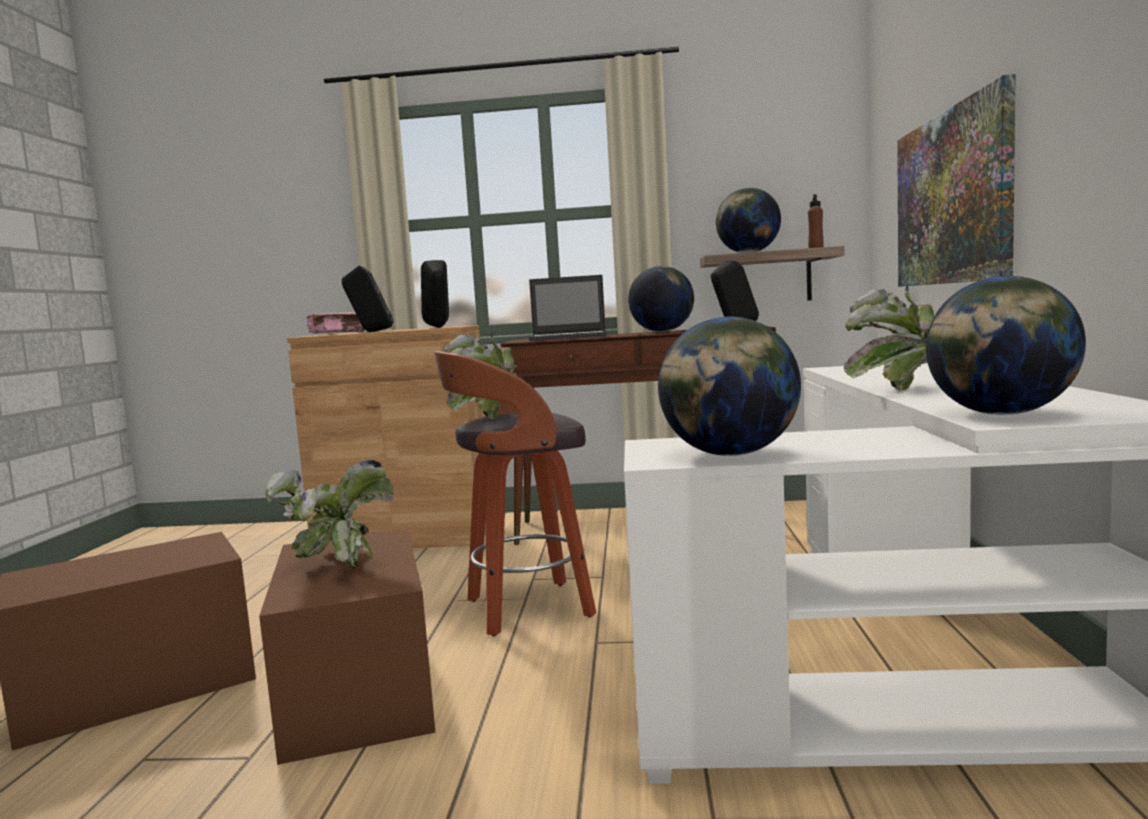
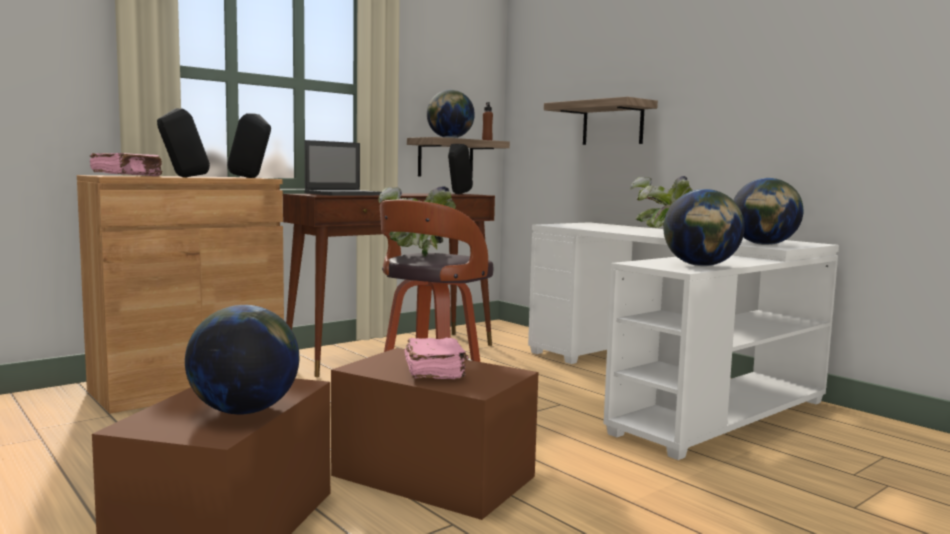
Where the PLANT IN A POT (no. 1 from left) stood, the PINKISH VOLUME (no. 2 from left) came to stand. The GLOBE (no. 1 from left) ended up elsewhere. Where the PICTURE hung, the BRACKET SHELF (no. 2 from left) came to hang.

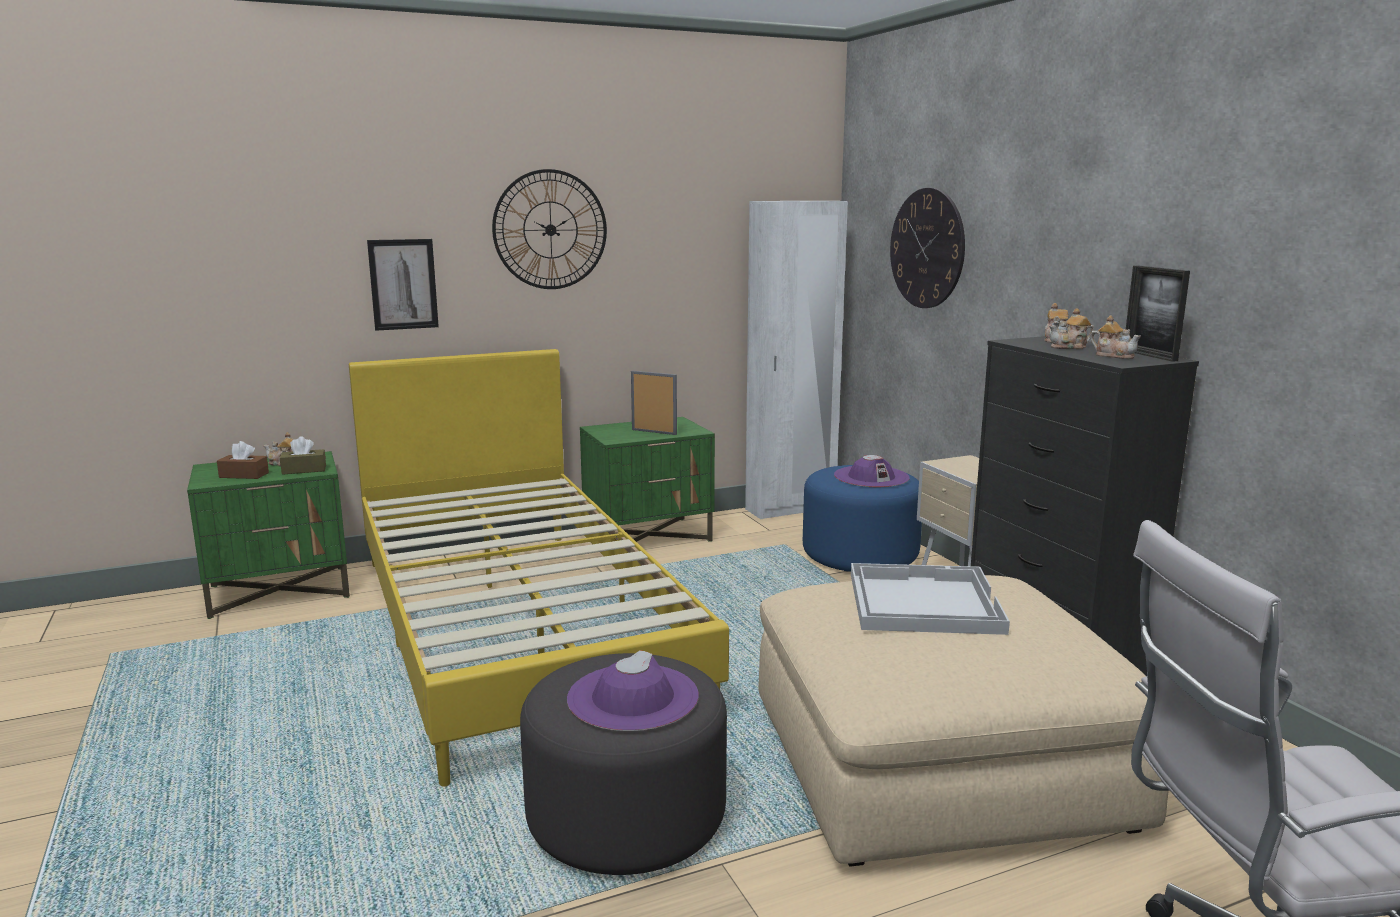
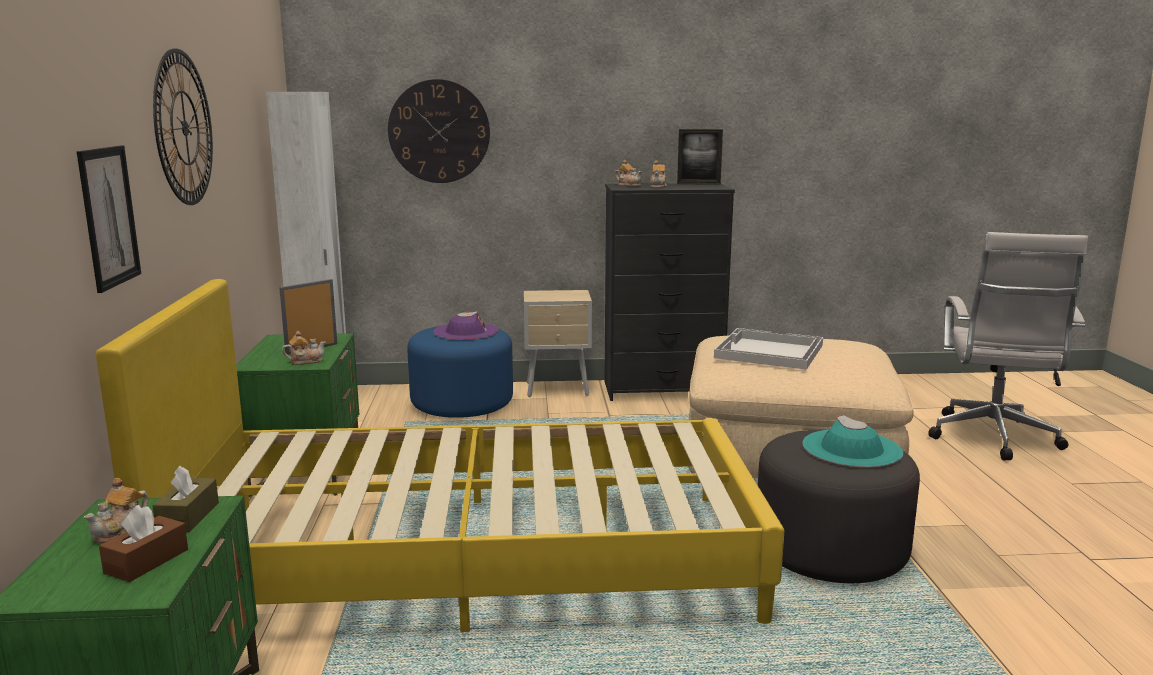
What was the PURPLE HAT (no. 1 from left) turned into the BLUE-GREEN HAT. The POT FOR TEA (no. 4 from left in the first image) ended up elsewhere.

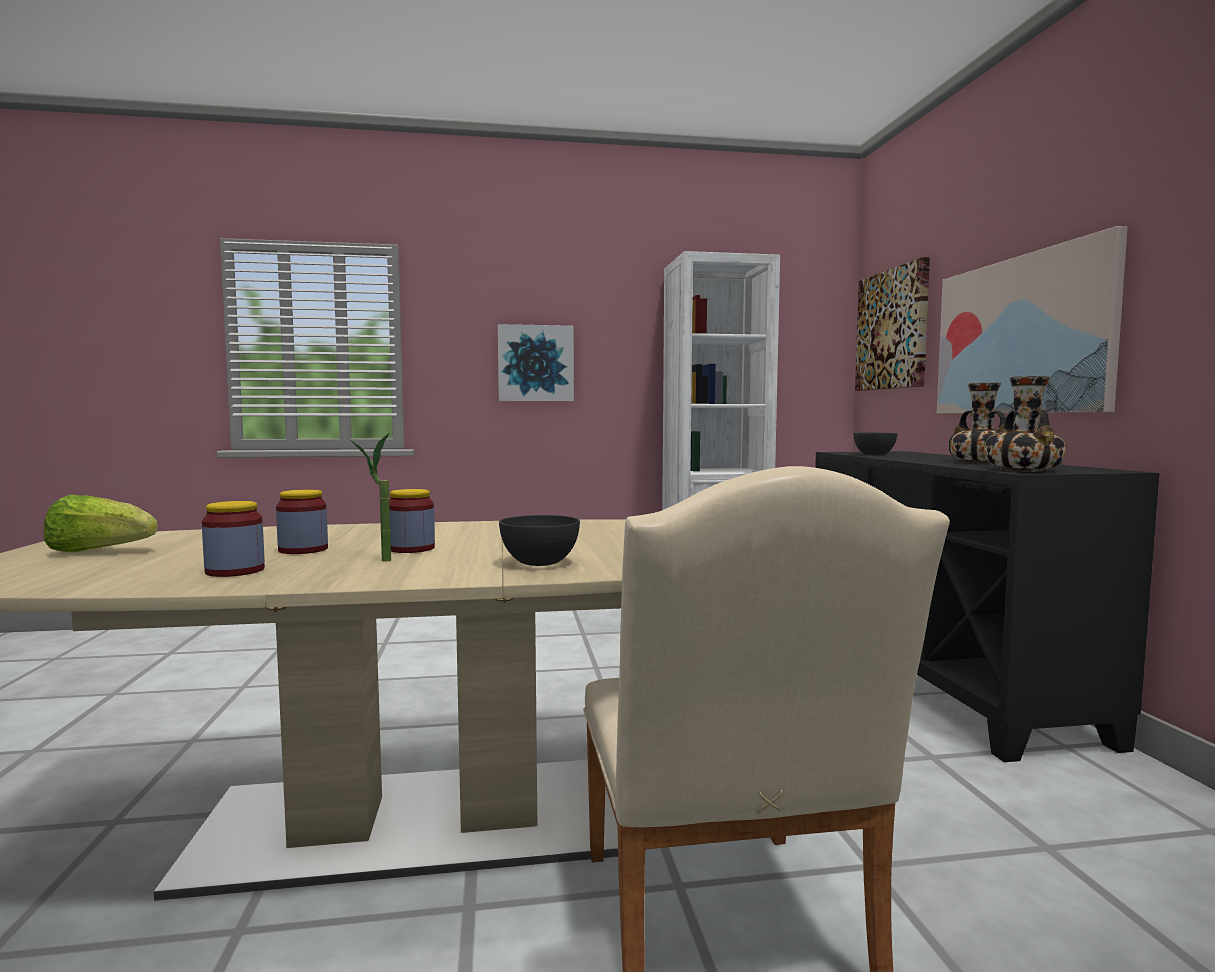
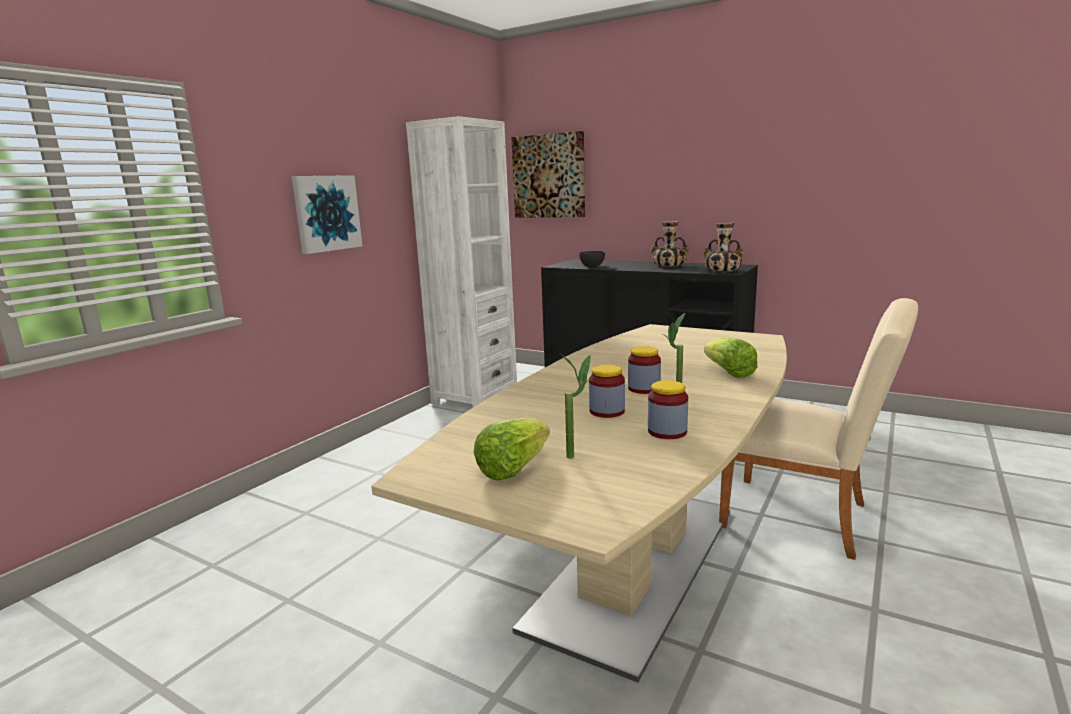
Where the GREYISH DEEP DISH (no. 1 from left) stood, the LETTUCE (no. 2 from left) came to stand. The second view lost the PICTURE (no. 3 from left). The second view gained the PLANT IN A POT (no. 1 from left).

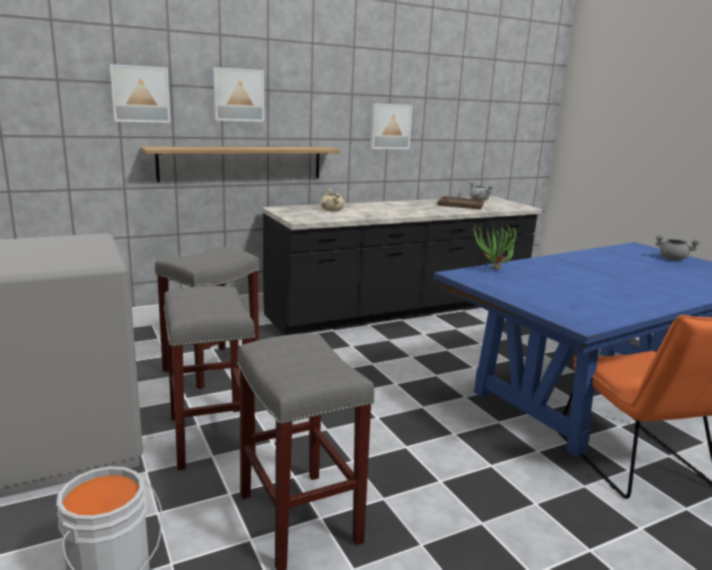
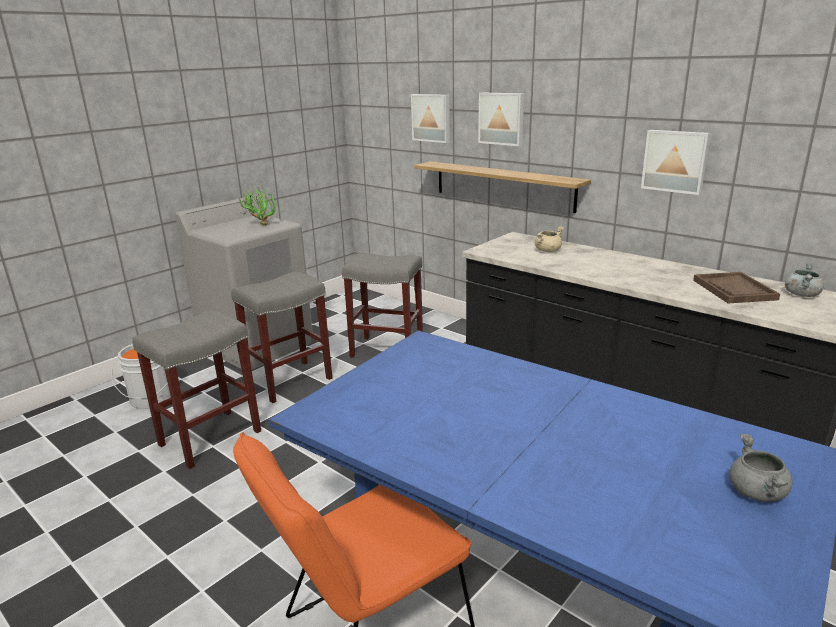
The PLANT IN A POT ended up elsewhere.

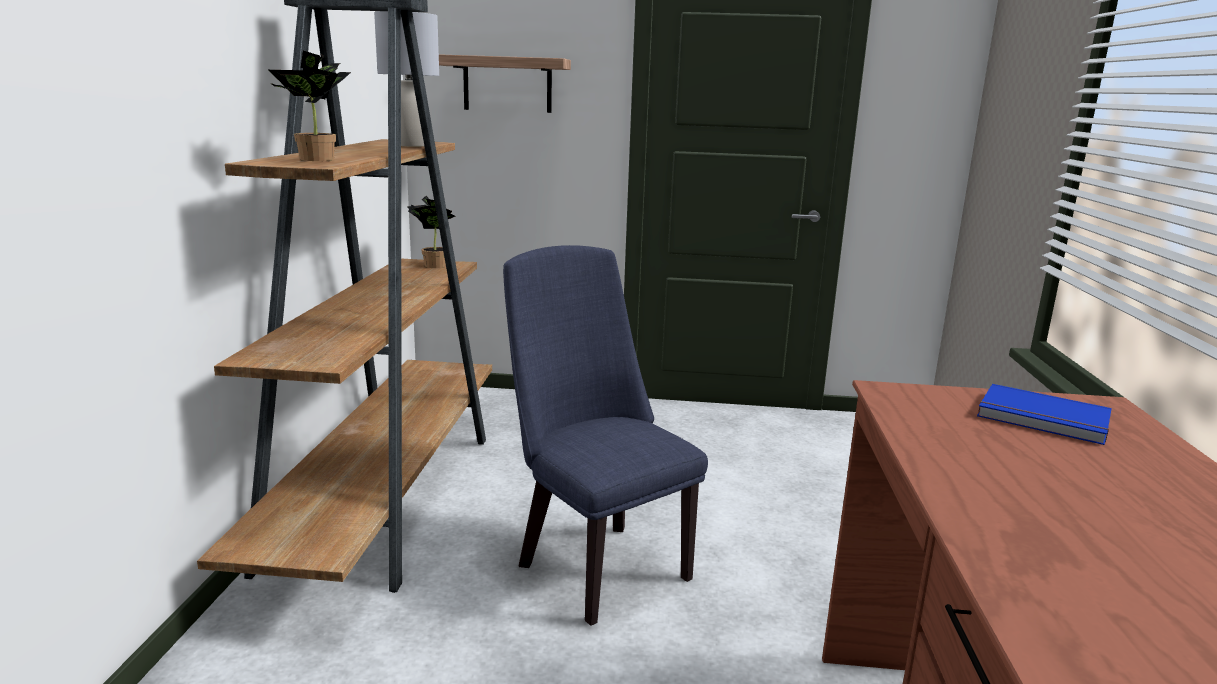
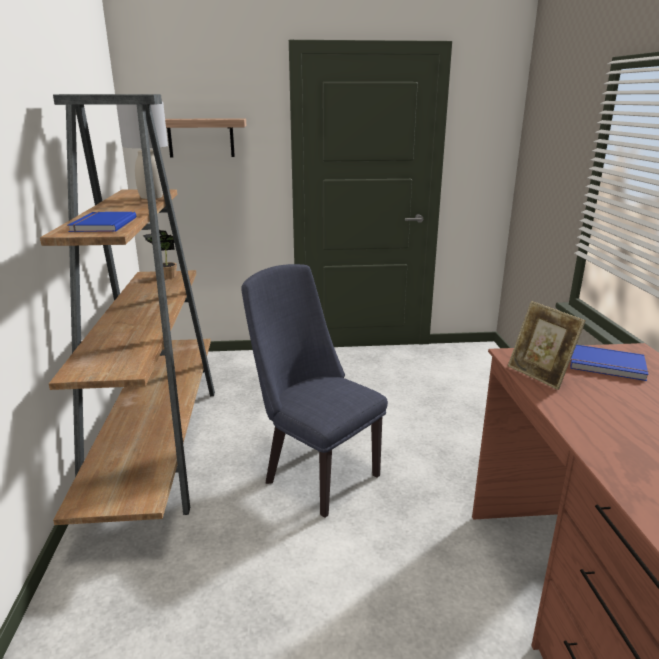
Where the PLANT IN A POT (no. 1 from left) stood, the BLUE-COLOURED VOLUME (no. 1 from left) came to stand. The second view gained the PICTURE FRAME.

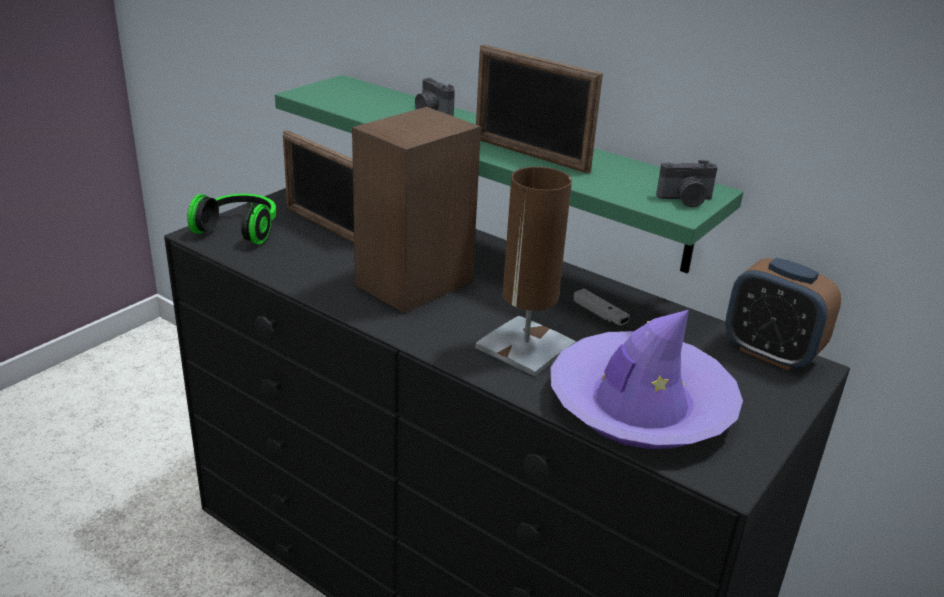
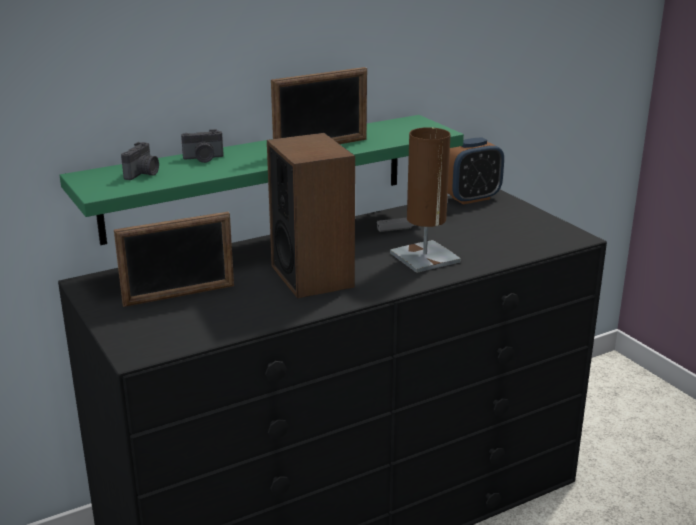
The second view lost the HEADSET. The second view lost the PURPLE HAT. The STILL CAMERA (no. 2 from left in the first image) ended up elsewhere.

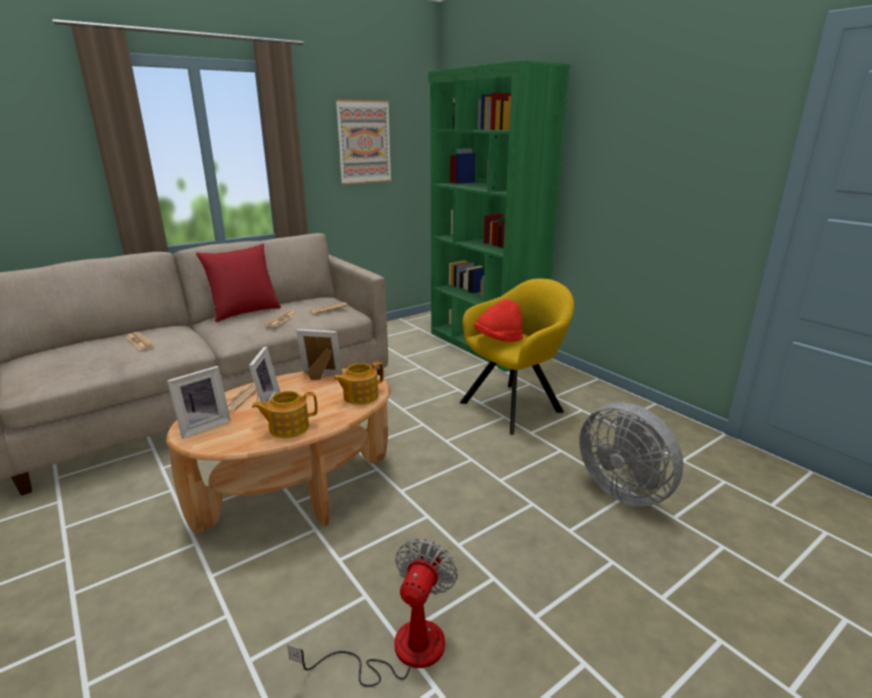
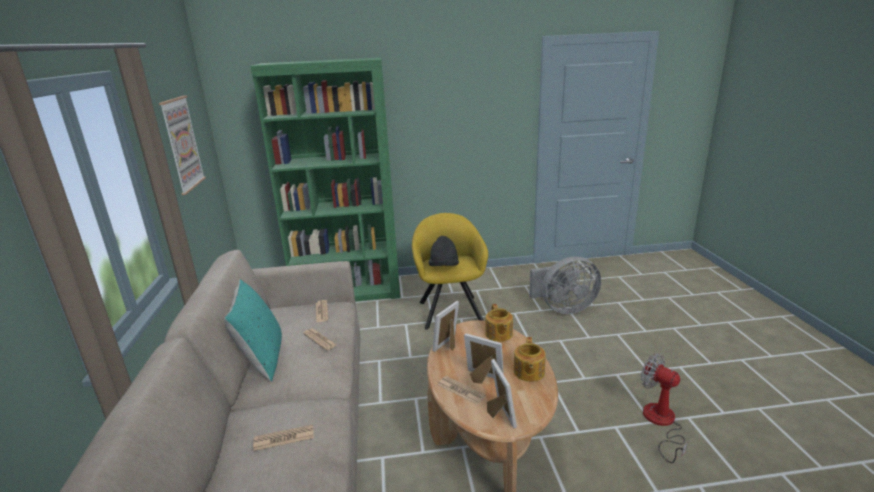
What was the RED THROW PILLOW turned into the BLUE-GREEN THROW PILLOW. What was the RED HAT turned into the BLACK HAT.

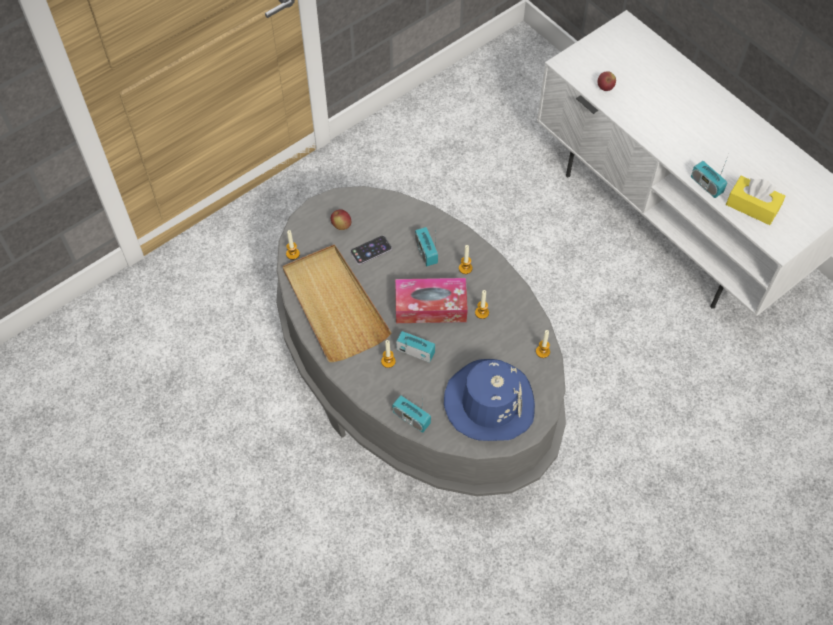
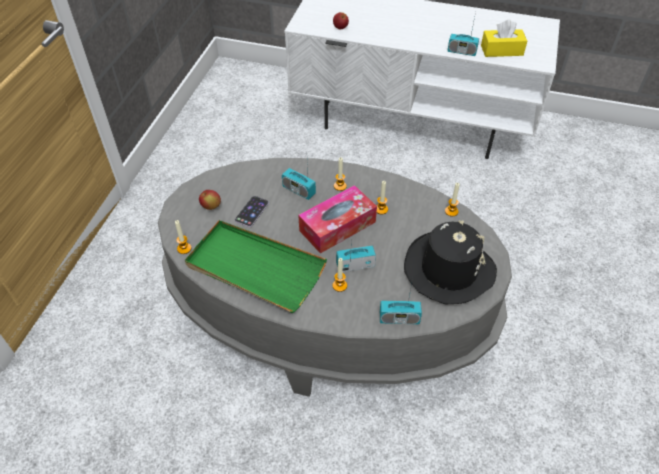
What was the BEIGE-COLOURED TRAY turned into the GREEN TRAY. What was the BLUE-COLOURED HAT turned into the BLACK HAT.

